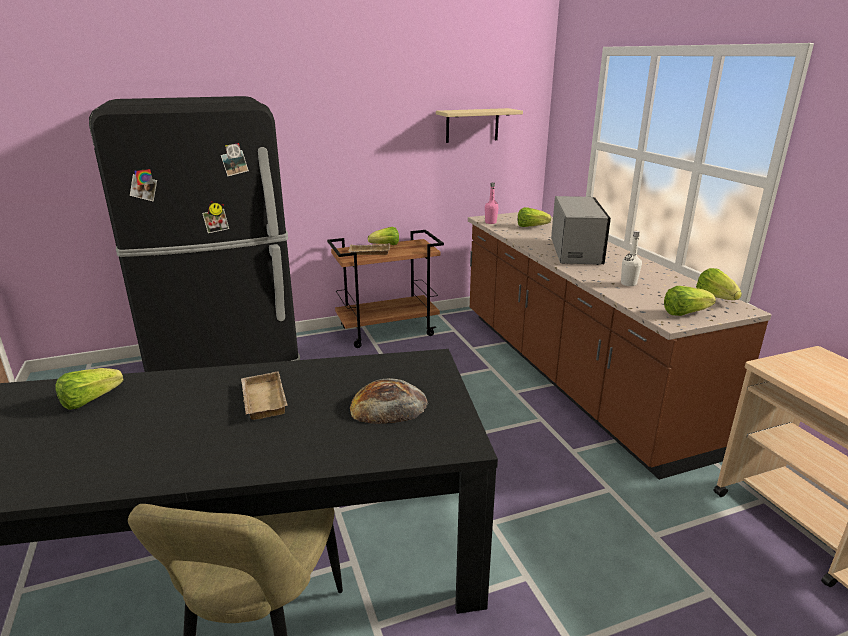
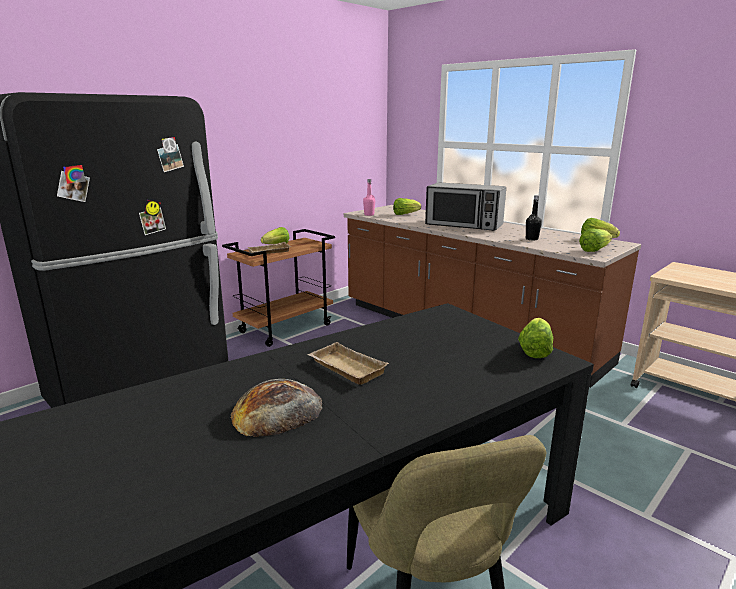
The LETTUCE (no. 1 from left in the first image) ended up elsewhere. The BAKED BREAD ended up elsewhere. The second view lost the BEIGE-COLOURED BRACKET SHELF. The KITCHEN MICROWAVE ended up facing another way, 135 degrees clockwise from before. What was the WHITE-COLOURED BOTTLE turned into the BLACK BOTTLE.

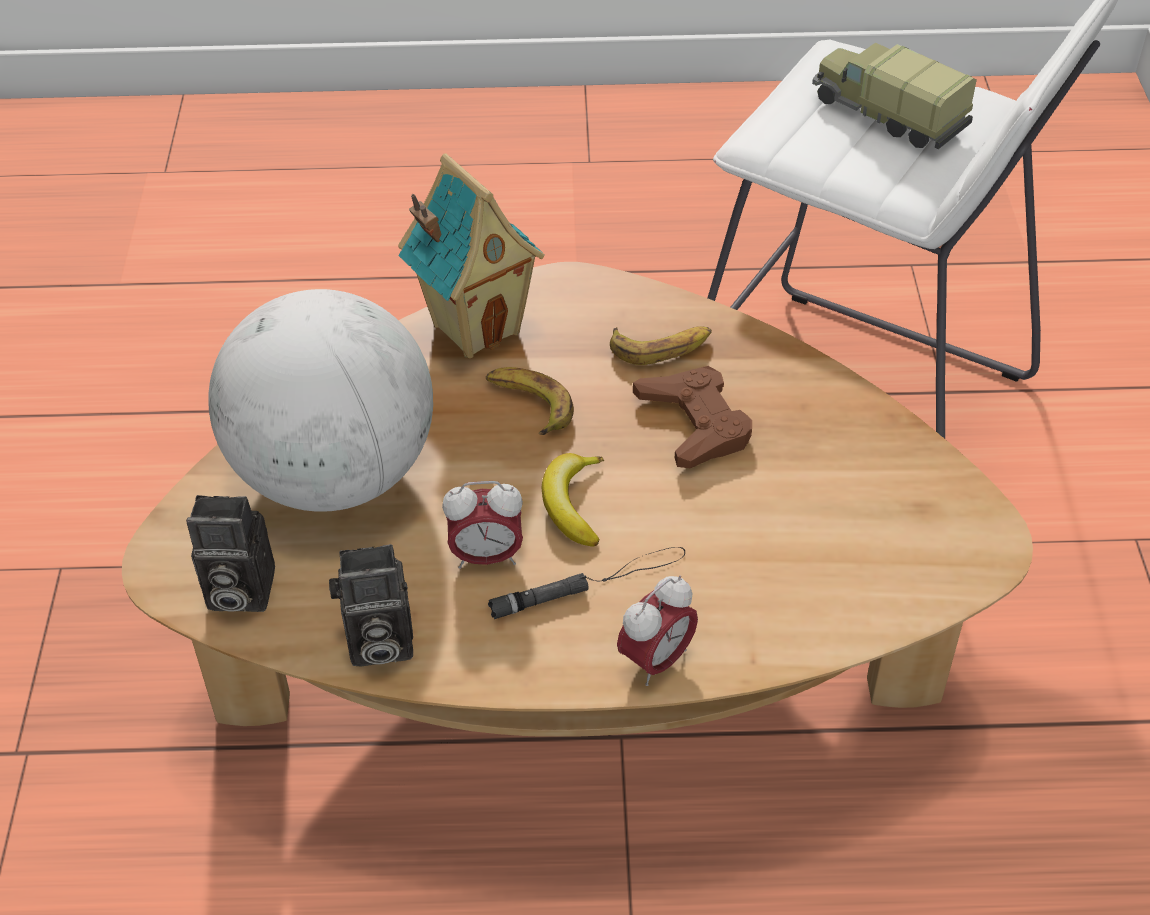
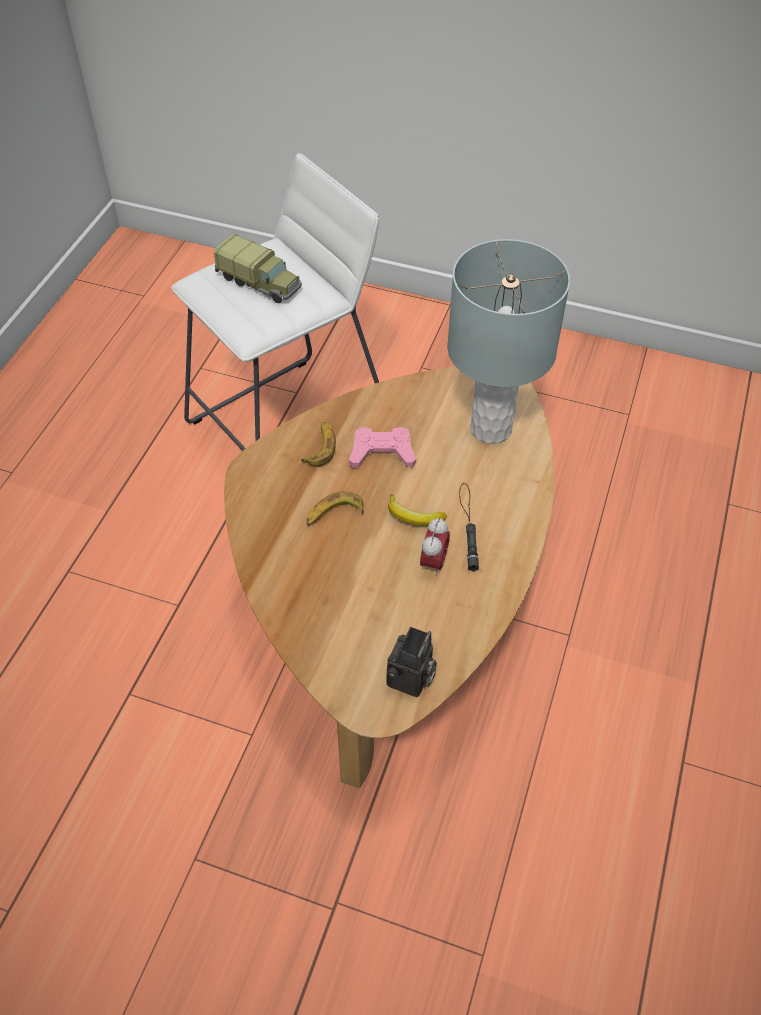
The second view lost the GLOBE. The second view lost the STILL CAMERA (no. 2 from left). The second view lost the MINIATURE HOUSE. The second view lost the ALARM CLOCK (no. 2 from left). What was the BROWN GAMEPAD turned into the PINKISH GAMEPAD. The TOY TRUCK ended up facing another way, 120 degrees counterclockwise from before. The second view gained the GREYISH TABLE LAMP.

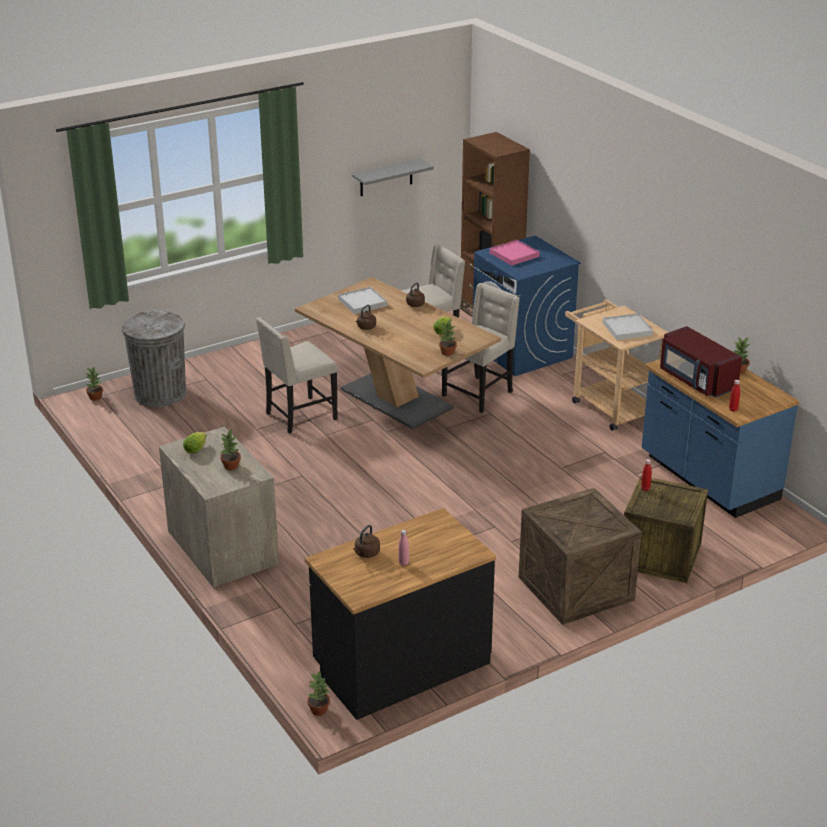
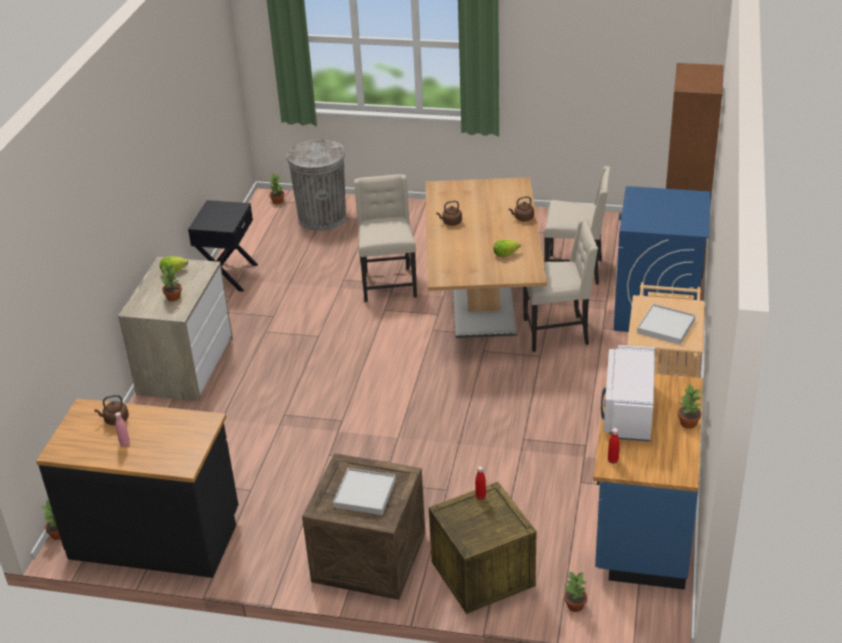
The BEIGE-COLOURED PLAIN CHAIR (no. 1 from left) ended up facing another way, 75 degrees clockwise from before. The WHITE-COLOURED TRAY (no. 1 from left) ended up elsewhere. The second view lost the GREYISH BRACKET SHELF. The PLANT IN A POT (no. 4 from left) ended up elsewhere. The second view lost the PINKISH TRAY. What was the RED KITCHEN MICROWAVE turned into the WHITE-COLOURED KITCHEN MICROWAVE. The second view gained the BLACK NIGHT TABLE.

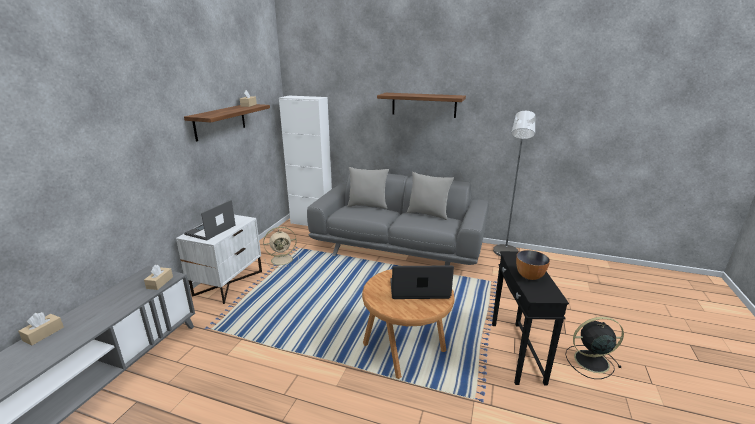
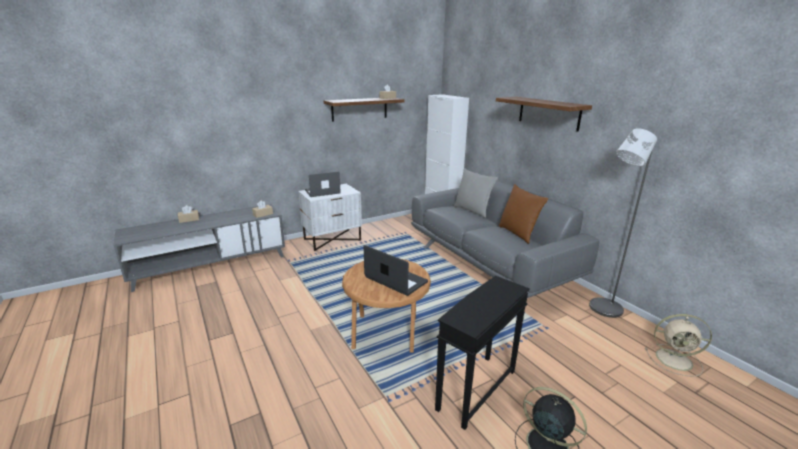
The BEIGE-COLOURED FAN ended up elsewhere. What was the GREYISH THROW PILLOW (no. 2 from left) turned into the BROWN THROW PILLOW. The second view lost the DEEP DISH.

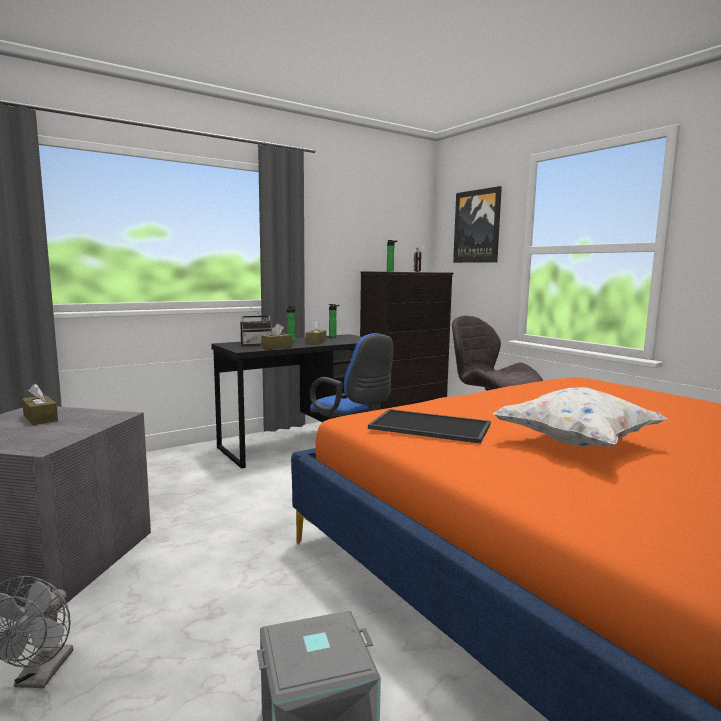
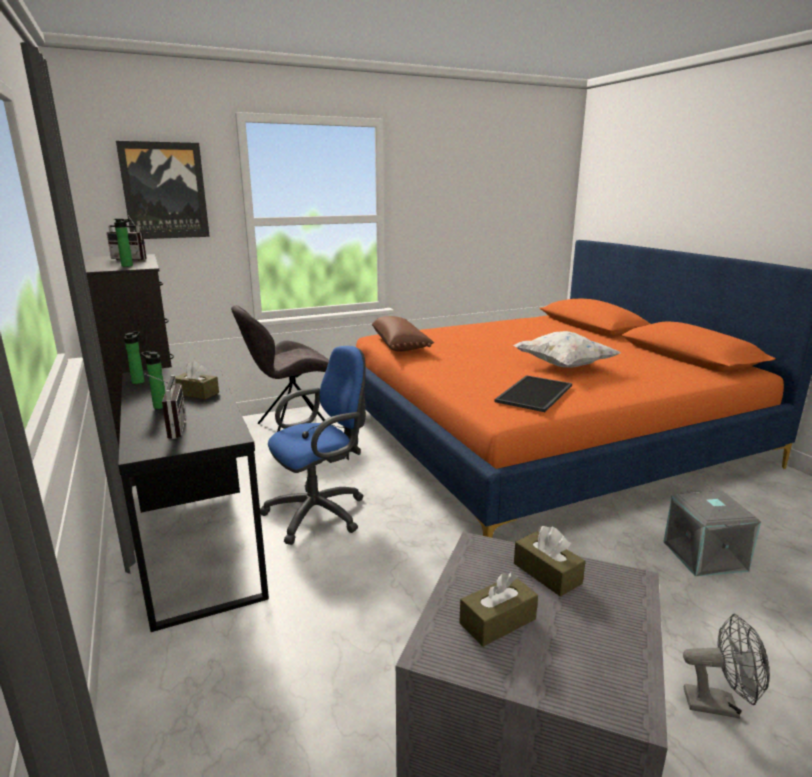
The BROWN BOX OF TISSUES (no. 2 from left in the first image) ended up elsewhere. The second view gained the BROWN THROW PILLOW.

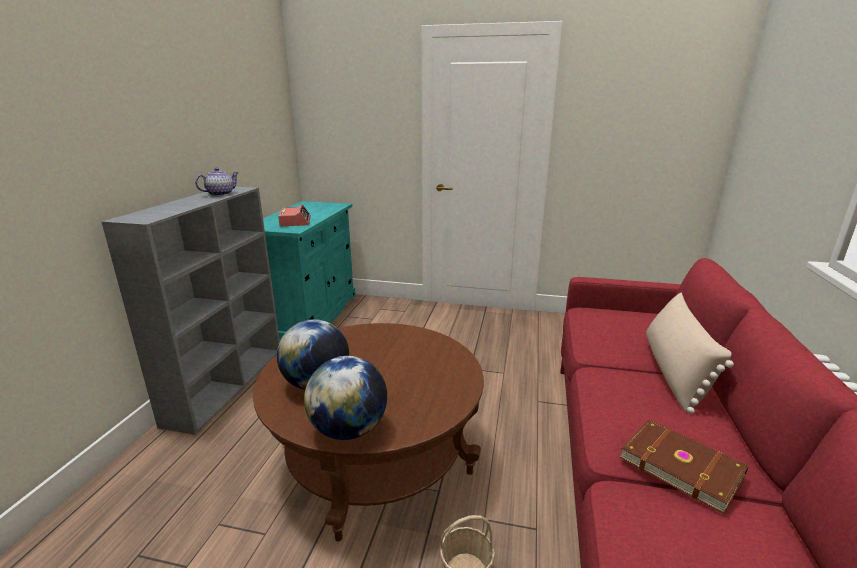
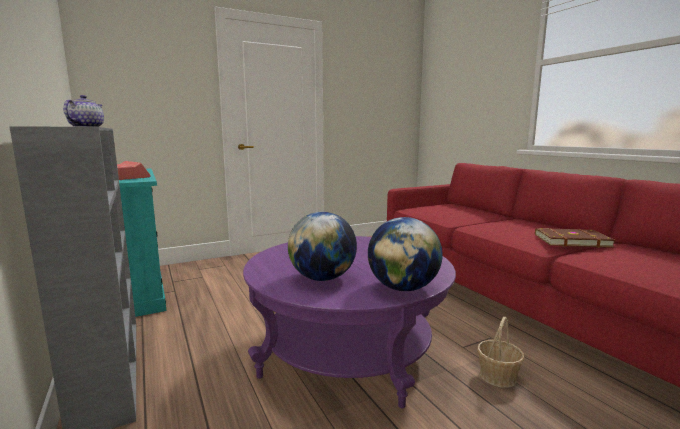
What was the BROWN LOW TABLE turned into the PURPLE LOW TABLE. The second view lost the BEIGE-COLOURED THROW PILLOW.

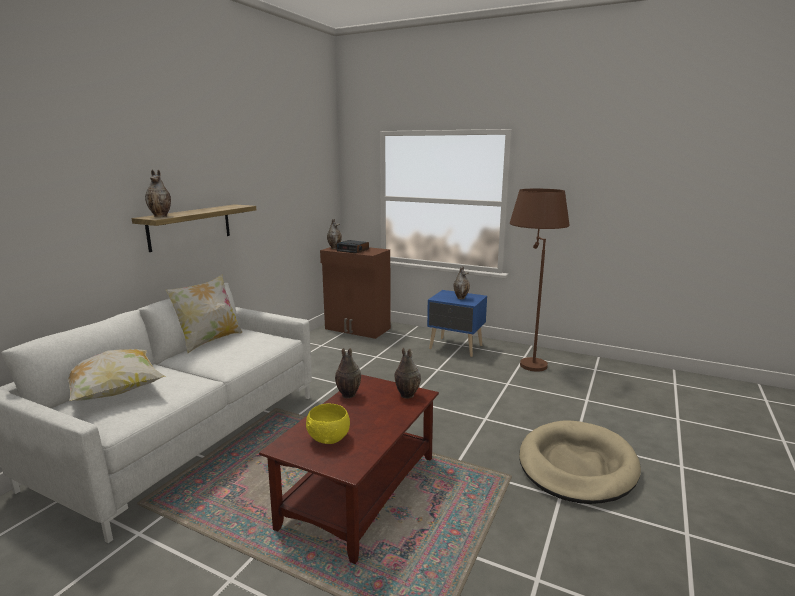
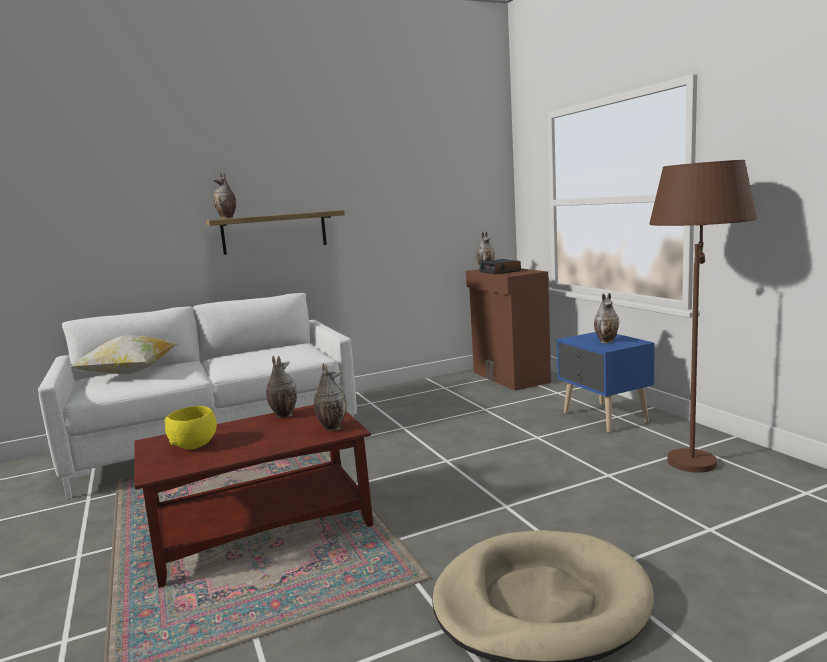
The second view lost the THROW PILLOW (no. 2 from left).

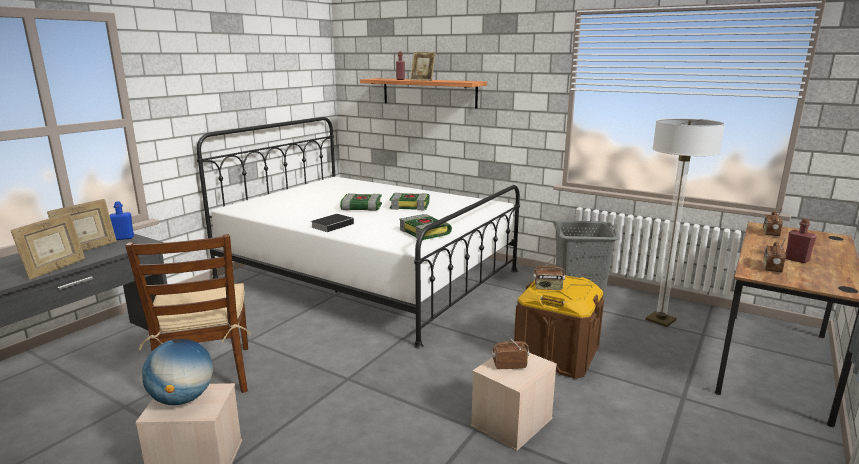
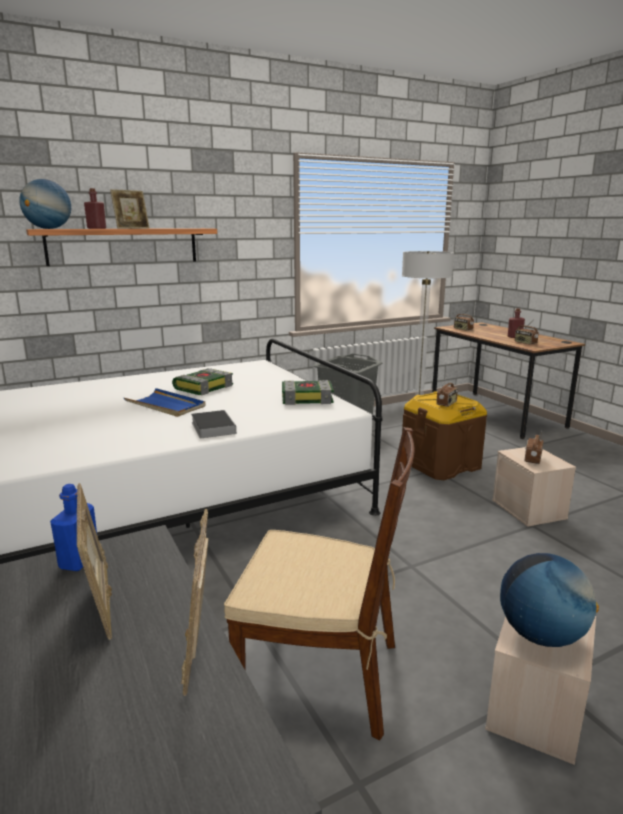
The PICTURE FRAME (no. 1 from left in the first image) ended up facing another way, 150 degrees counterclockwise from before. Where the VOLUME (no. 2 from left) stood, the BLUE-COLOURED TRAY came to stand. The second view gained the GLOBE (no. 1 from left).

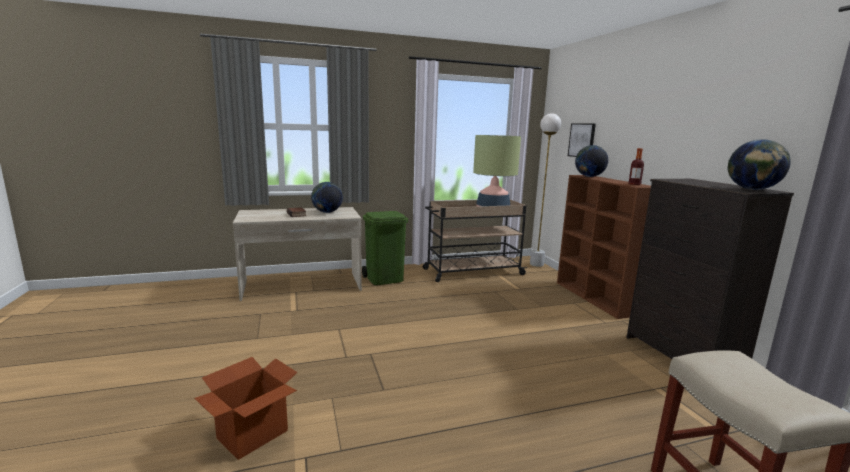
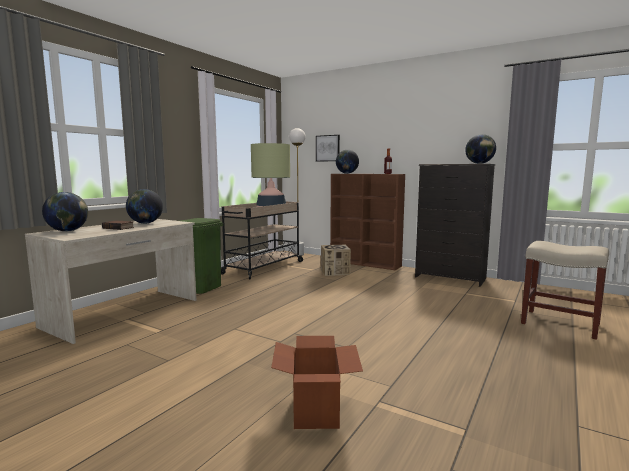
The second view gained the GLOBE (no. 1 from left). The second view gained the PACKING BOX (no. 2 from left).

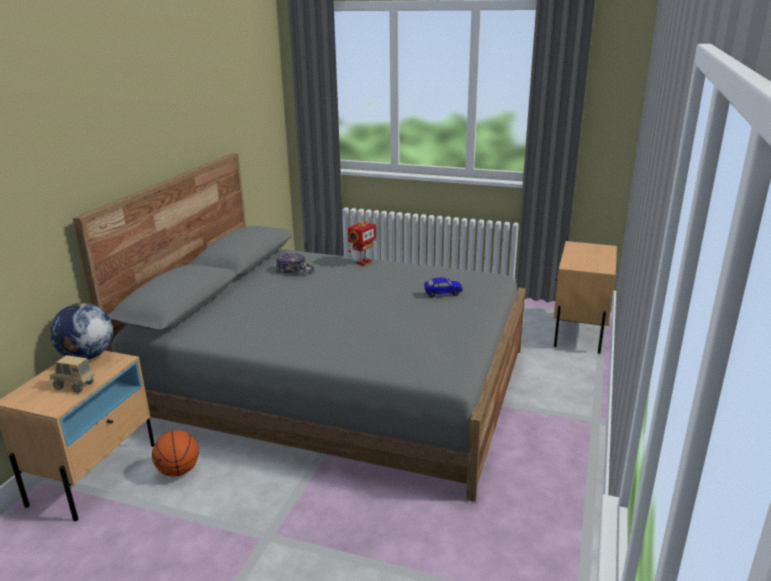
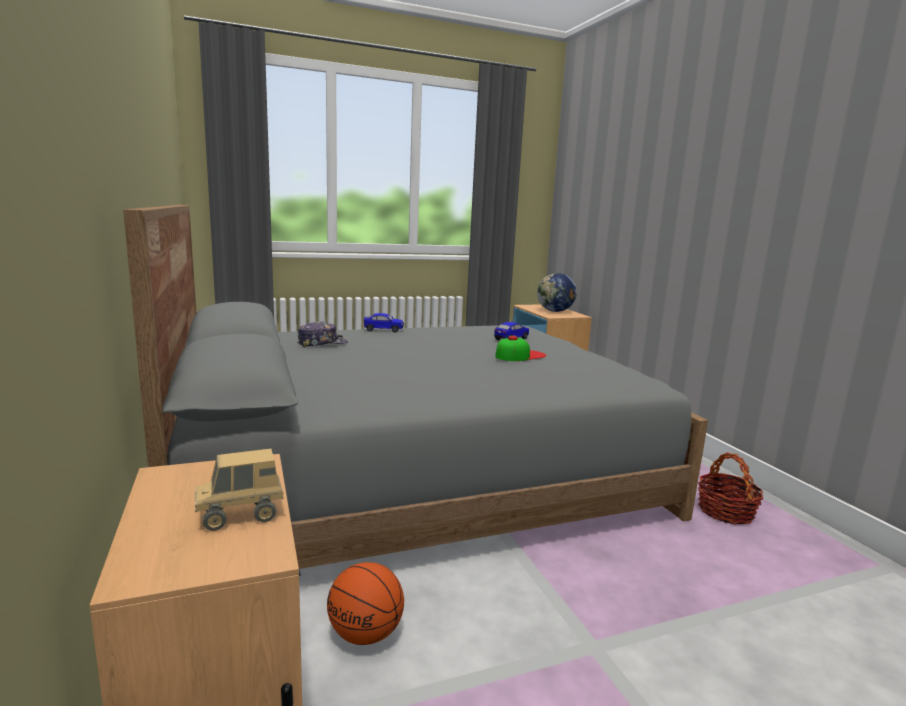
The GLOBE ended up elsewhere. Where the ROBOT FIGURE stood, the TOY CAR (no. 1 from left) came to stand. The second view gained the CAP (no. 2 from left). The second view gained the HOUSEHOLD BASKET.

